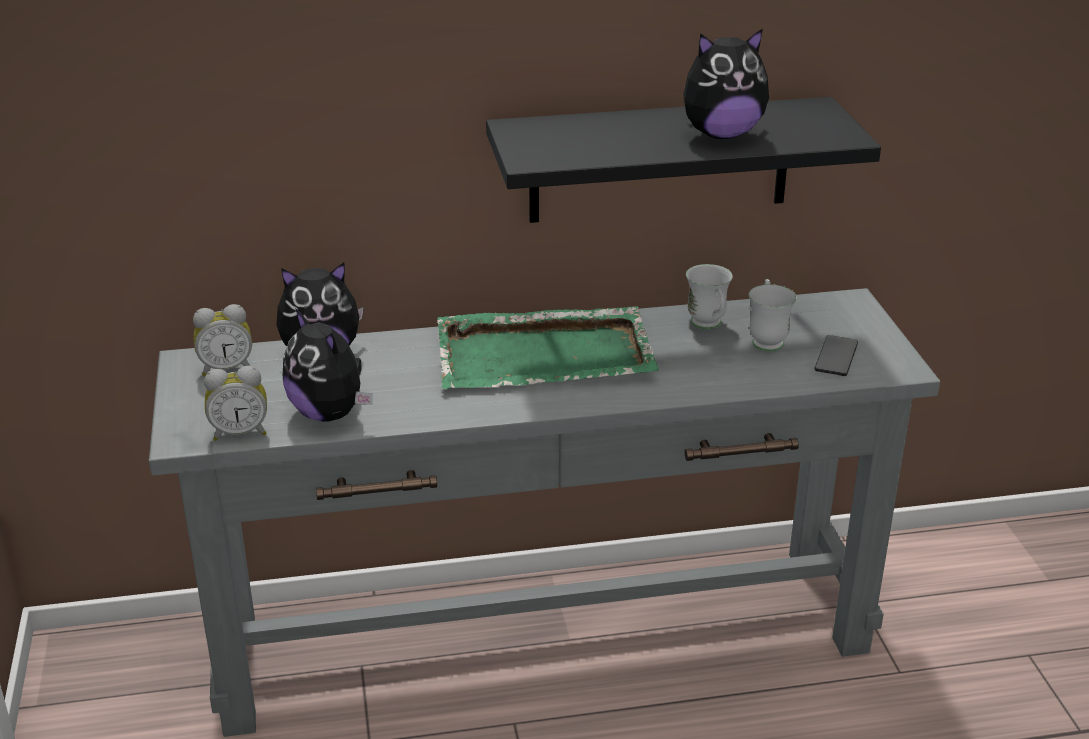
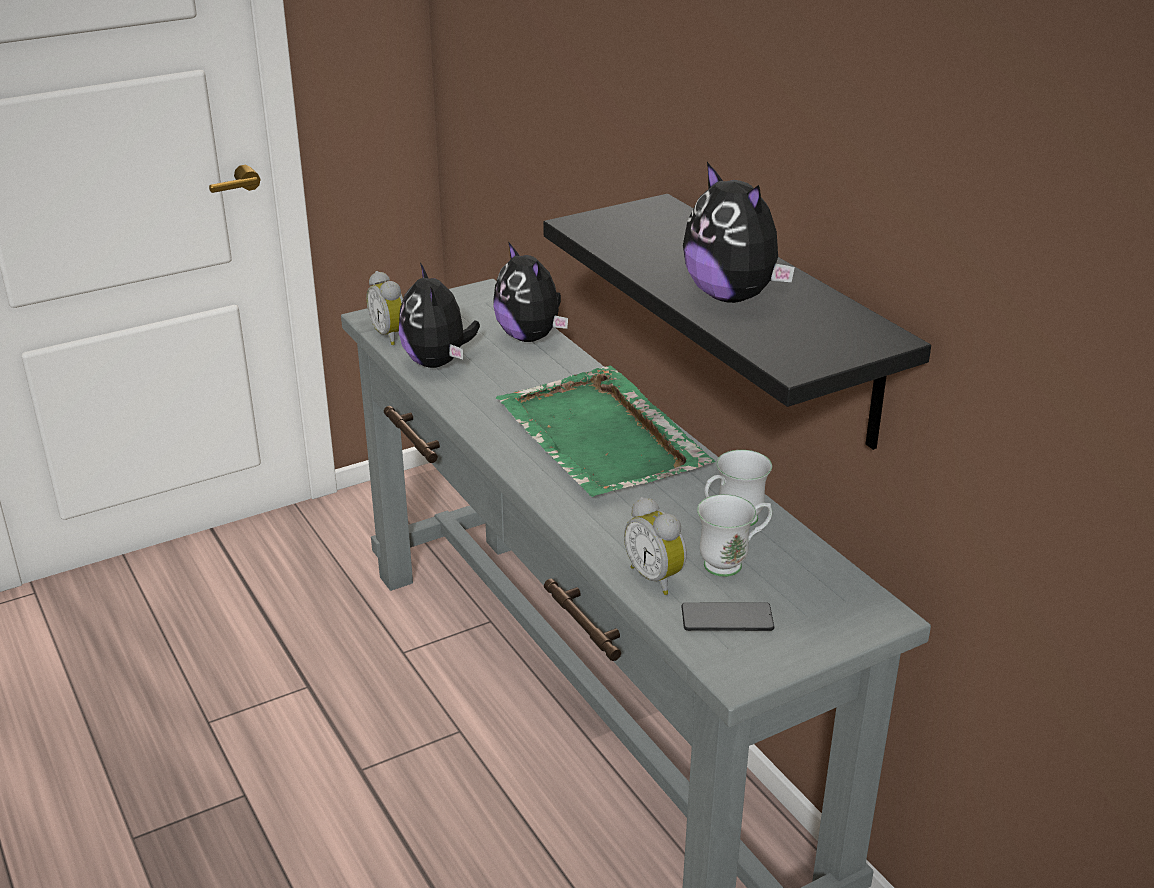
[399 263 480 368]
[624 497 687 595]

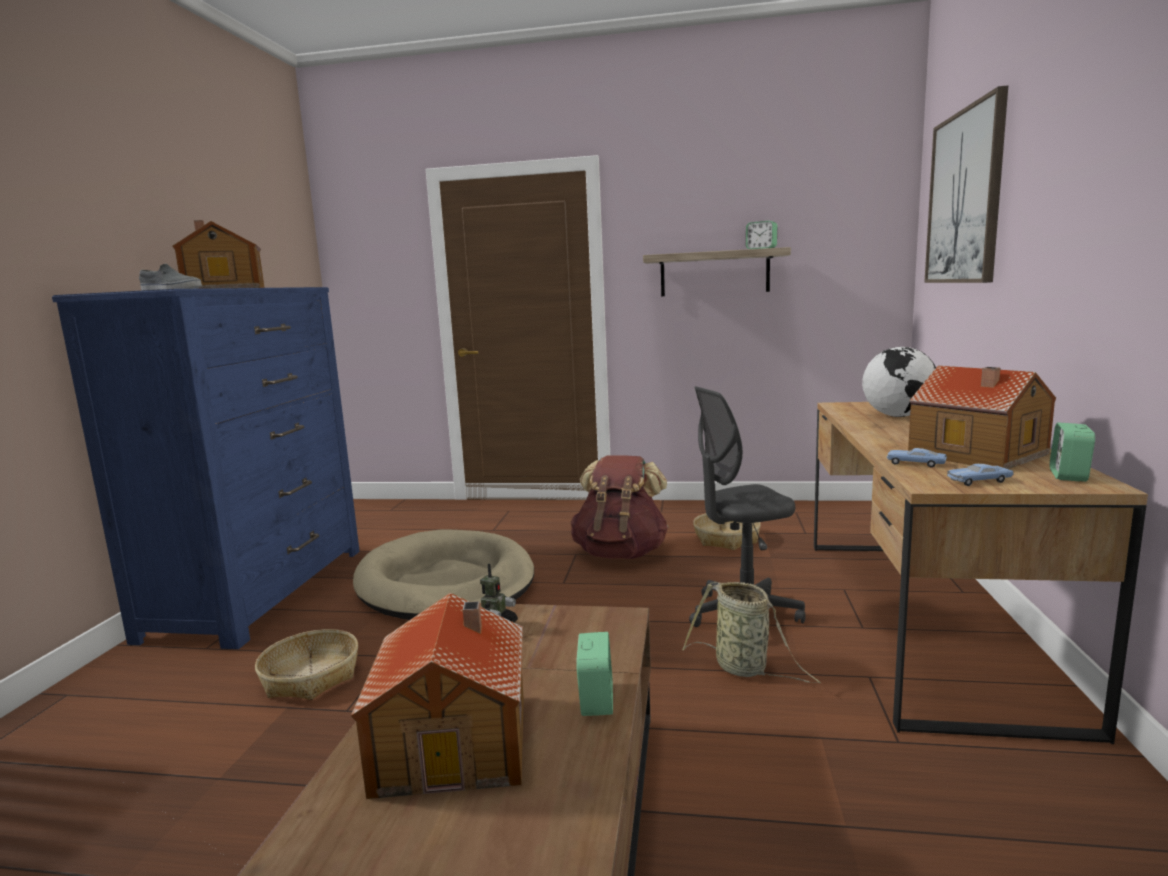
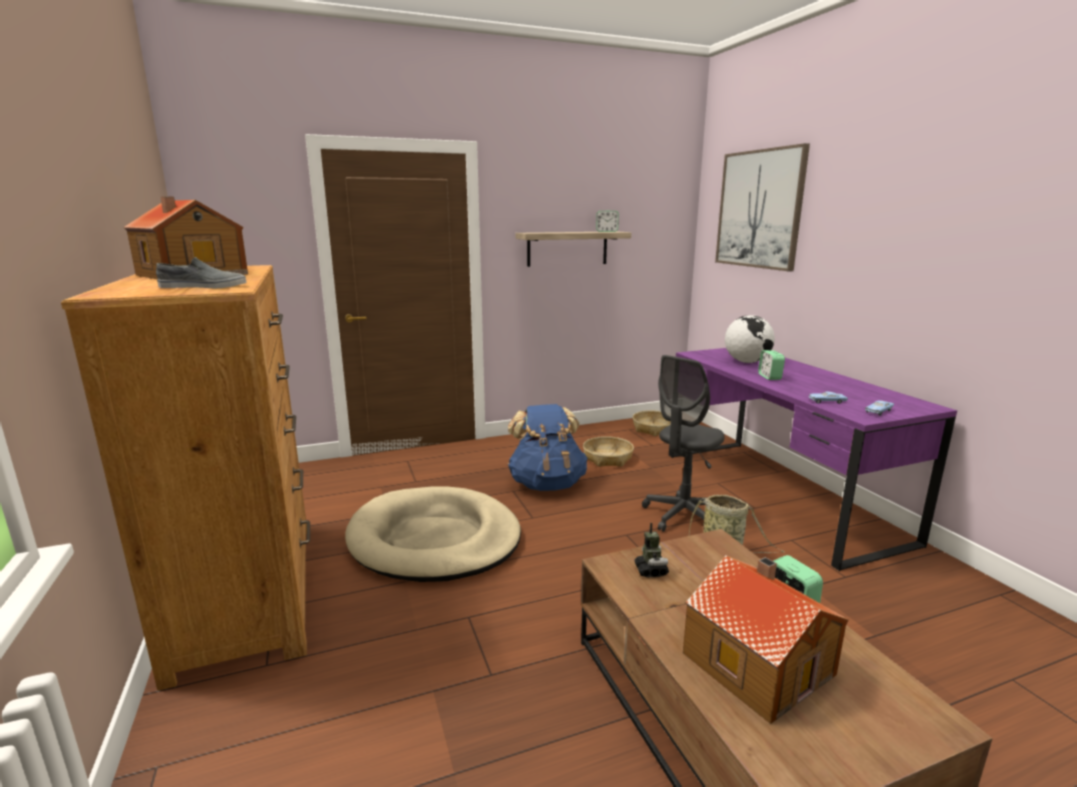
[61 265 310 691]
[507 404 587 491]
[632 410 671 436]
[669 348 957 571]
[758 350 785 380]
[908 366 1056 469] (first image)

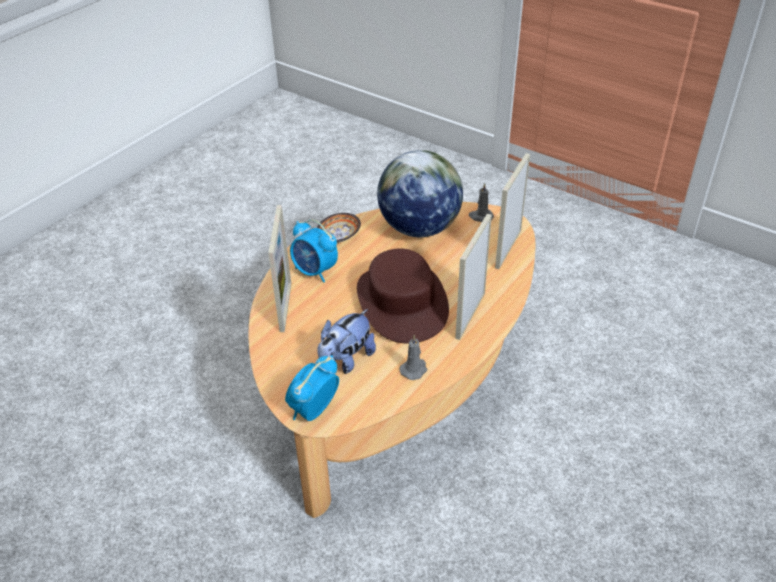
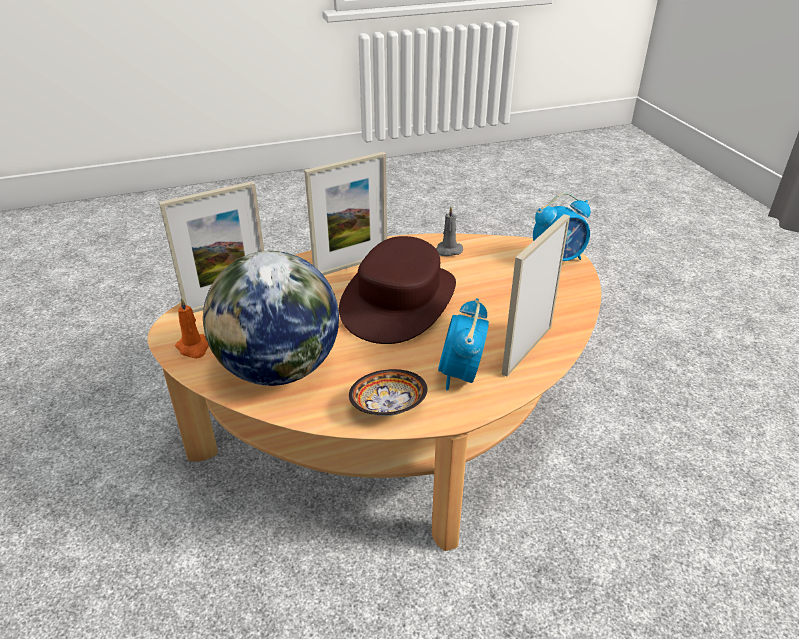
[175 297 209 359]
[438 298 489 390]
[317 309 376 374] (first image)

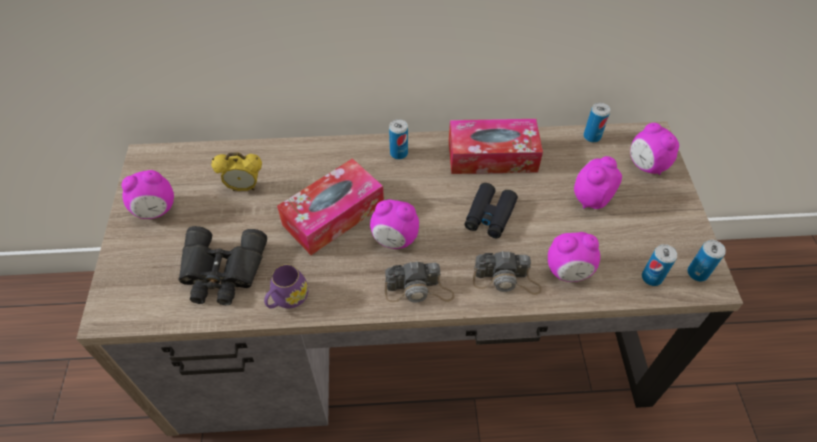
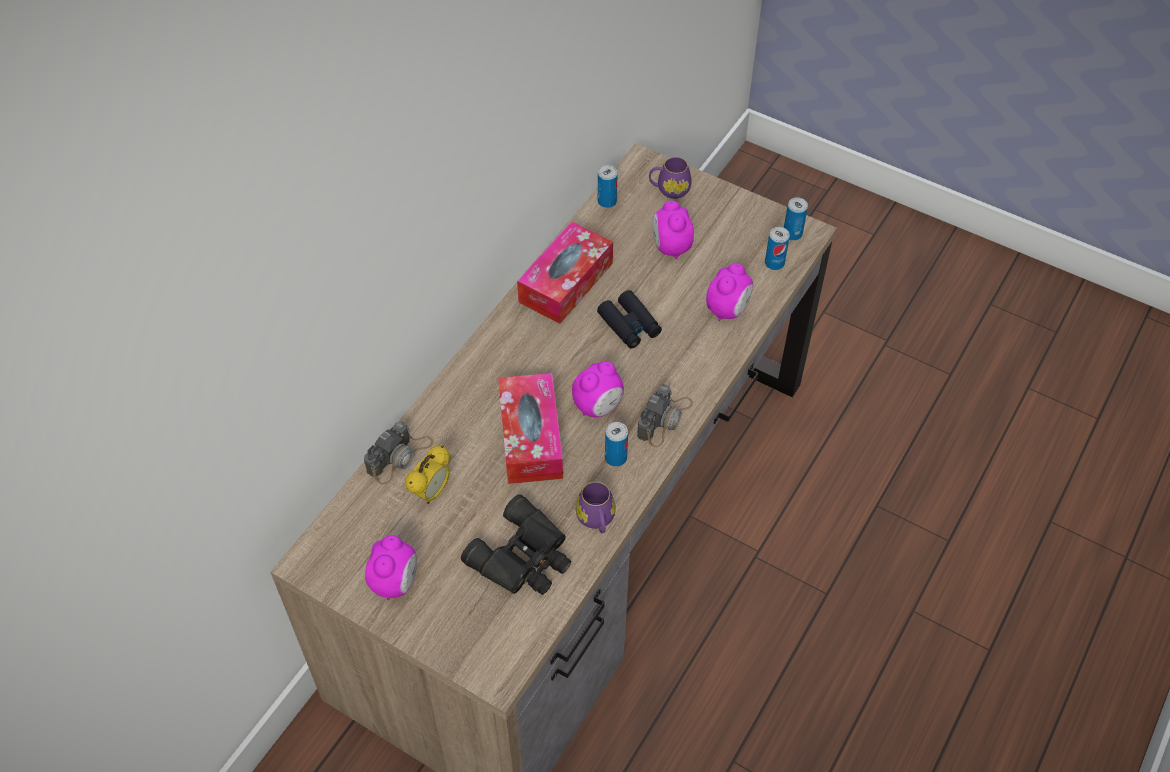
[364 421 434 485]
[605 422 628 467]
[649 157 692 199]

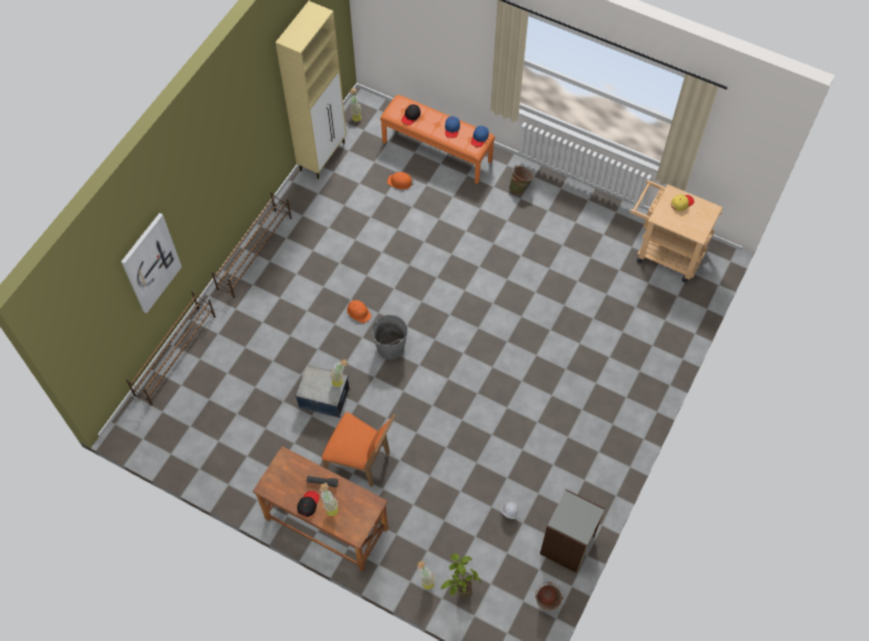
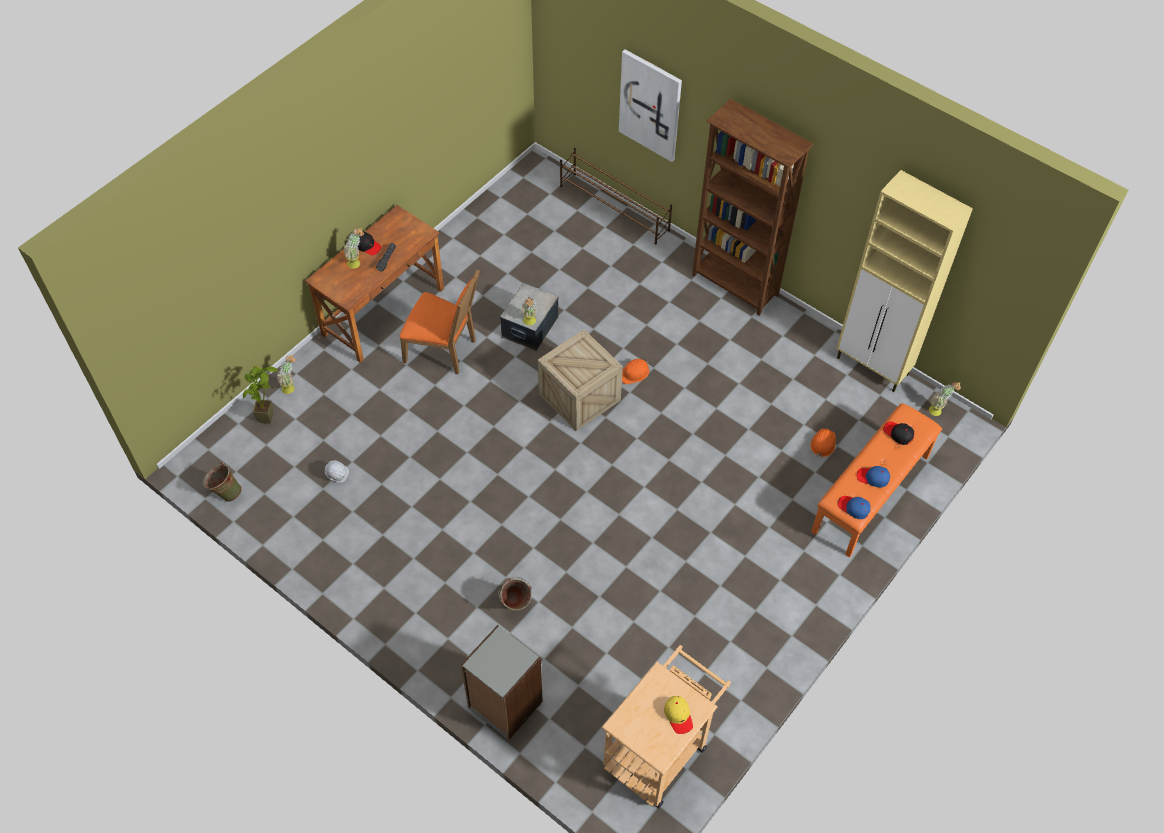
[400 269 480 374]
[461 625 543 741]
[498 577 532 611]
[538 329 623 431]
[692 99 813 316]

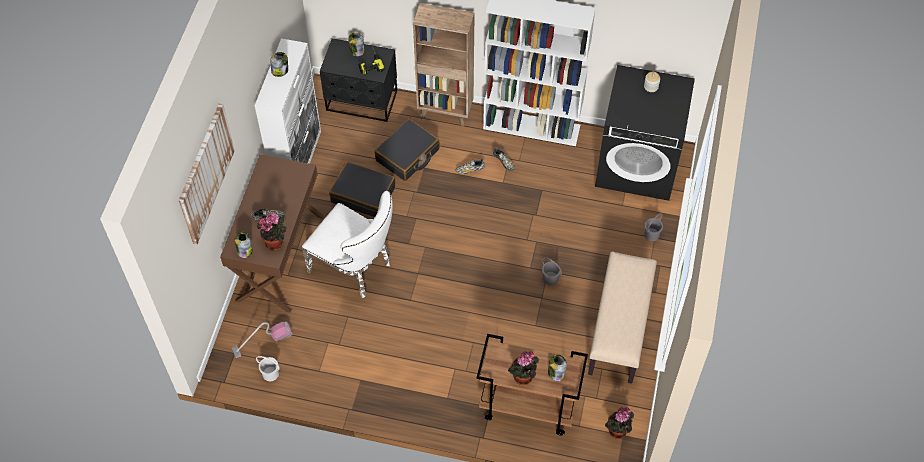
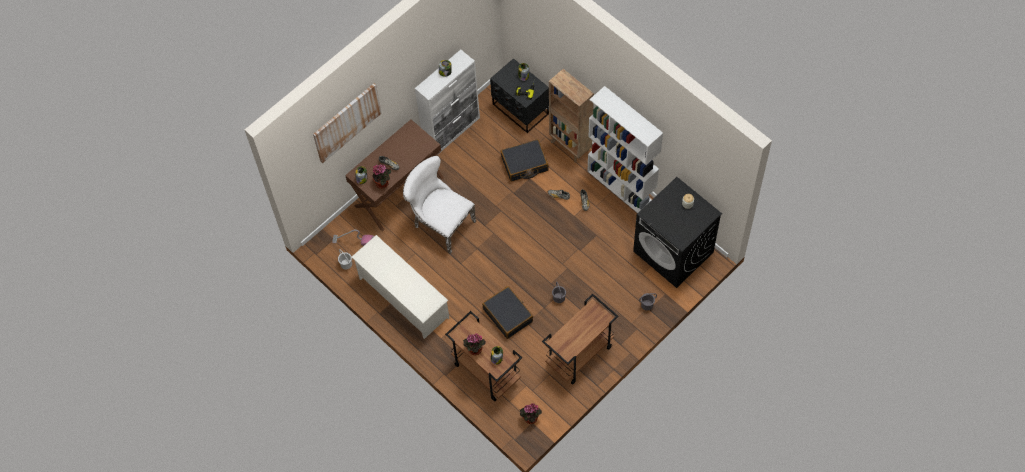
[351 235 449 339]
[403 156 476 254]
[482 286 533 339]
[542 294 618 385]

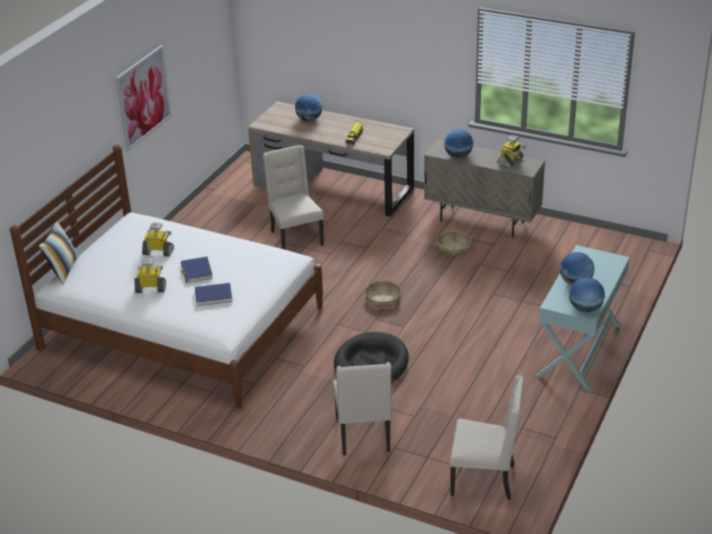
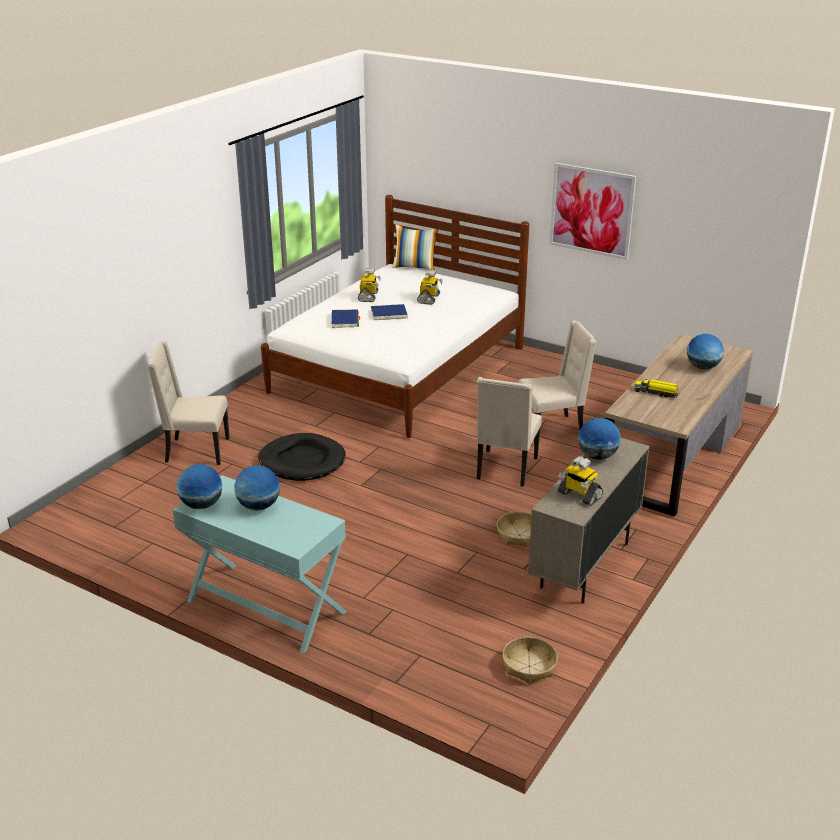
[477 377 542 487]
[502 637 558 684]

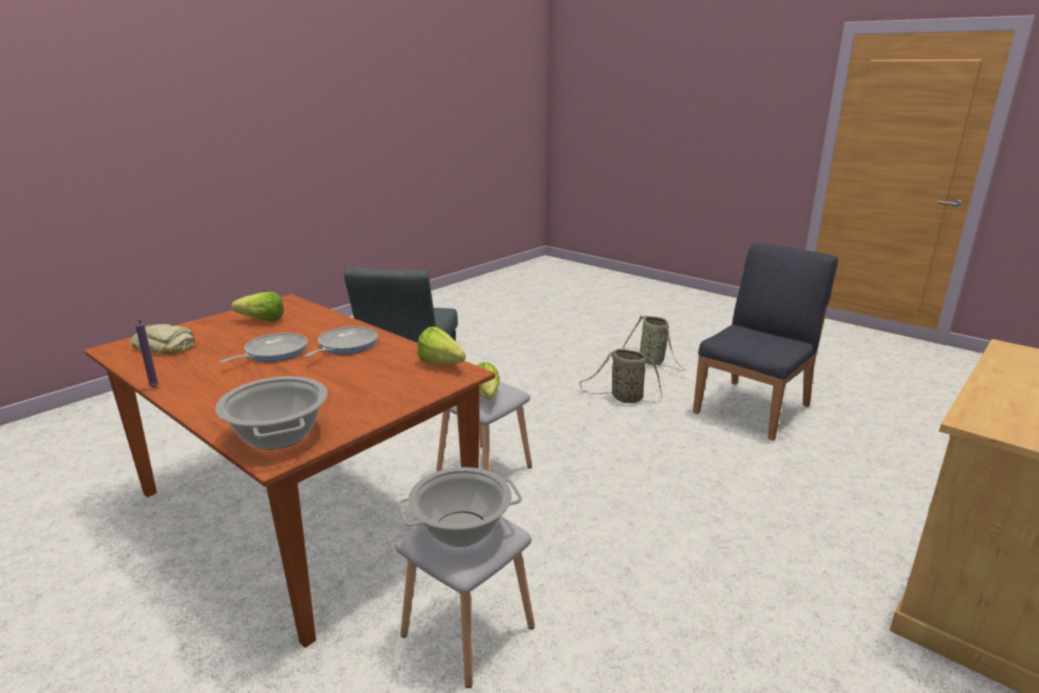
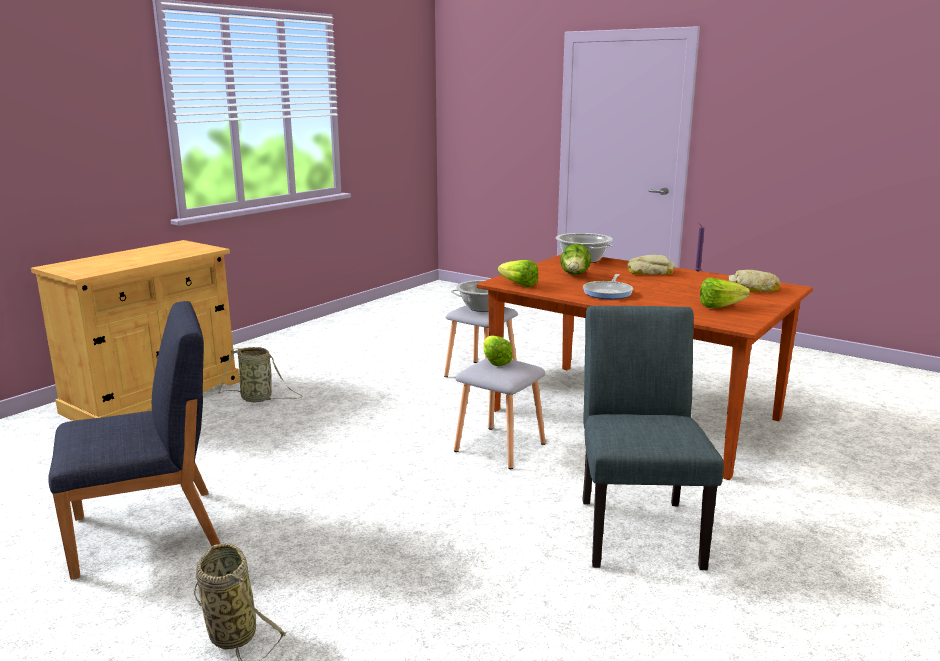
[48 301 220 580]
[218 347 303 402]
[560 243 591 275]
[627 255 675 275]
[220 333 307 363] (first image)

